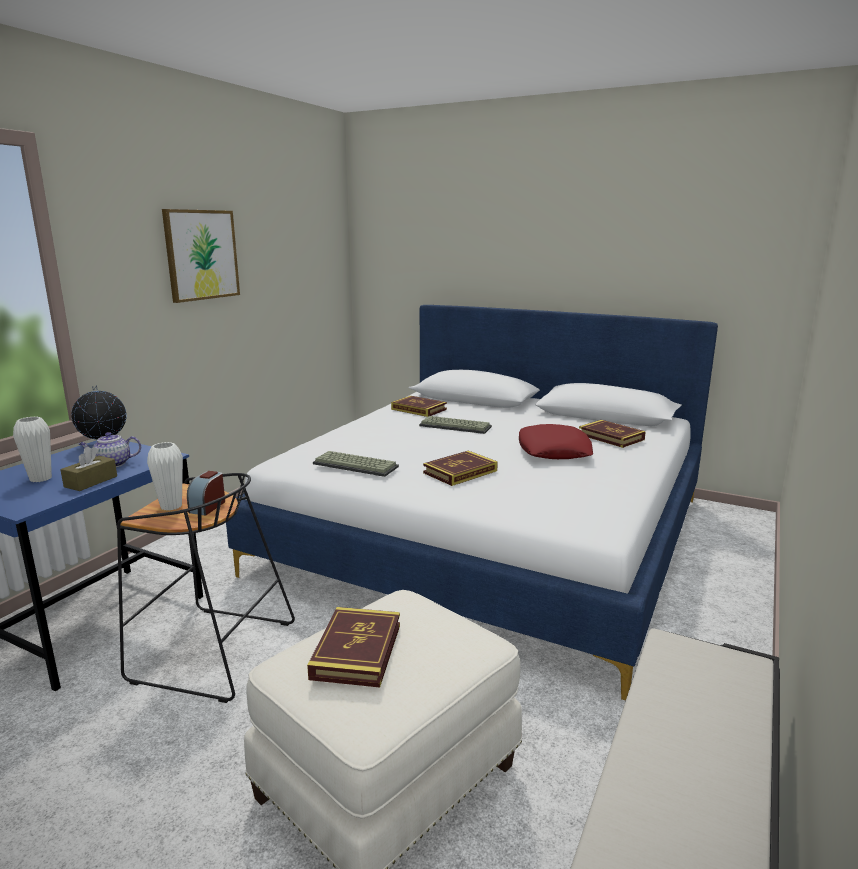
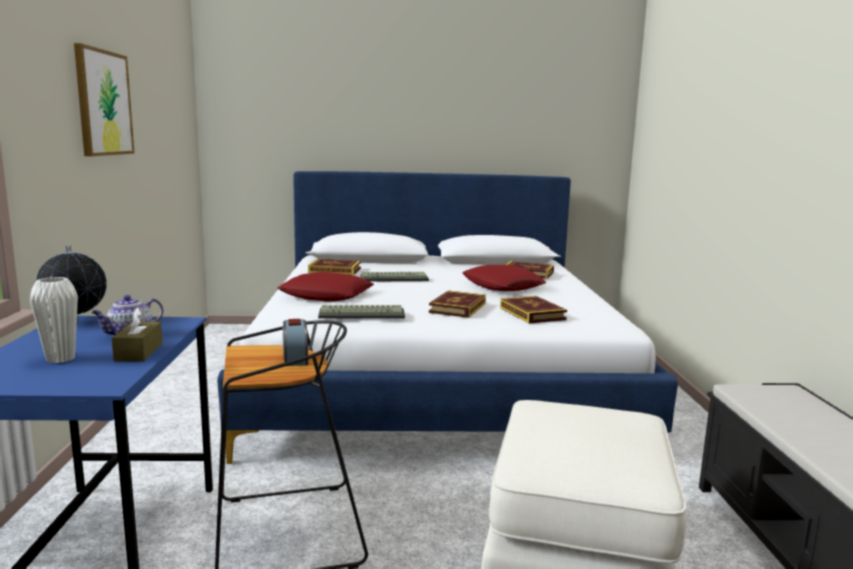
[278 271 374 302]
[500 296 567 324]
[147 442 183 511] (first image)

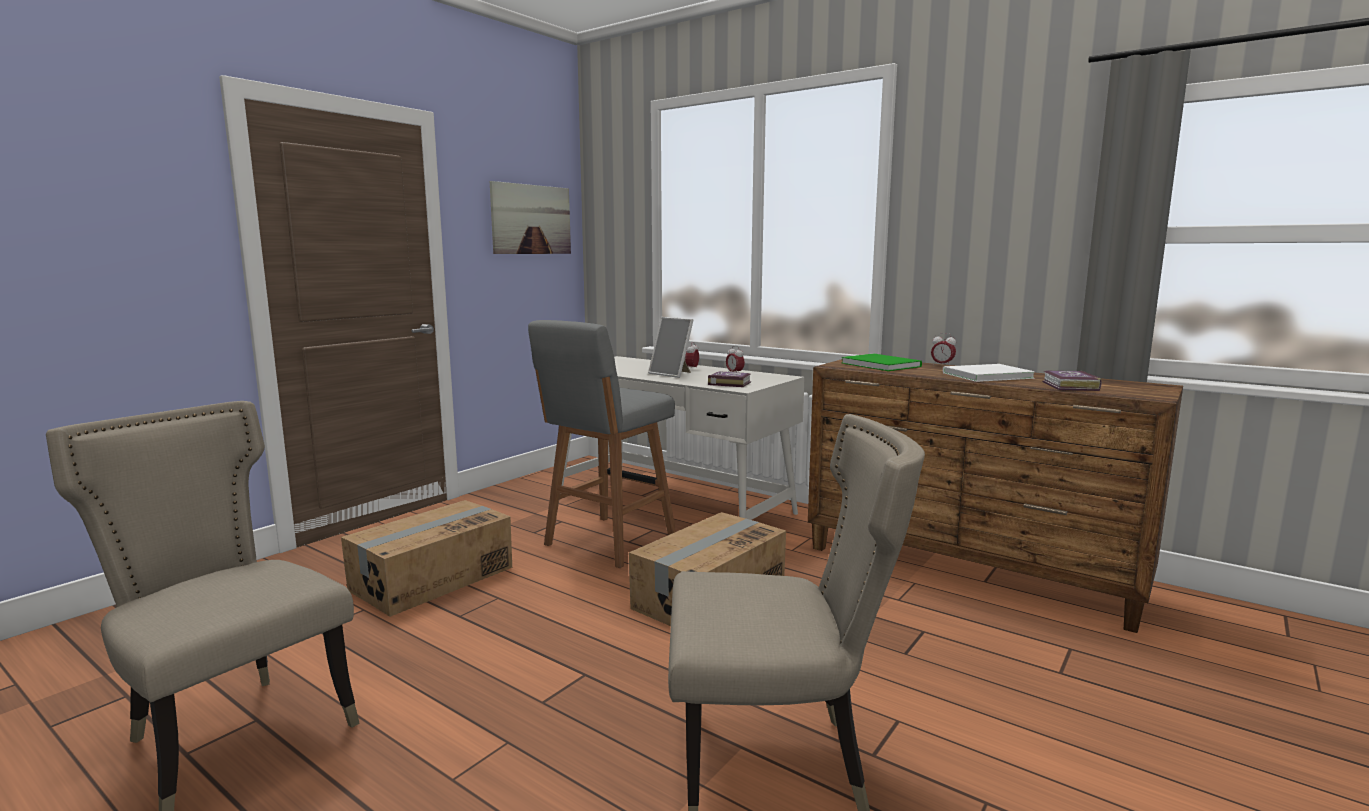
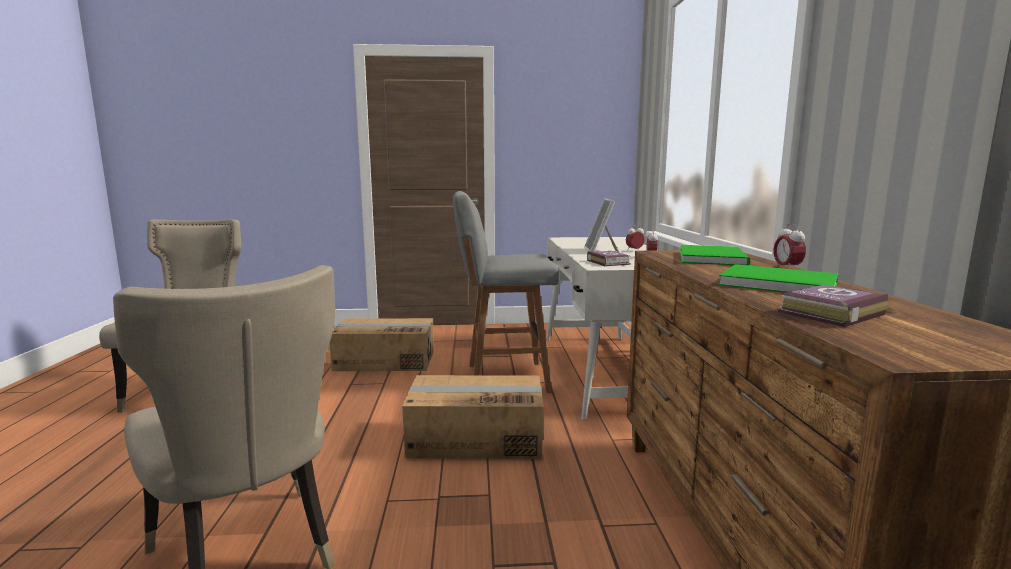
[718 264 839 293]
[490 181 571 254] (first image)

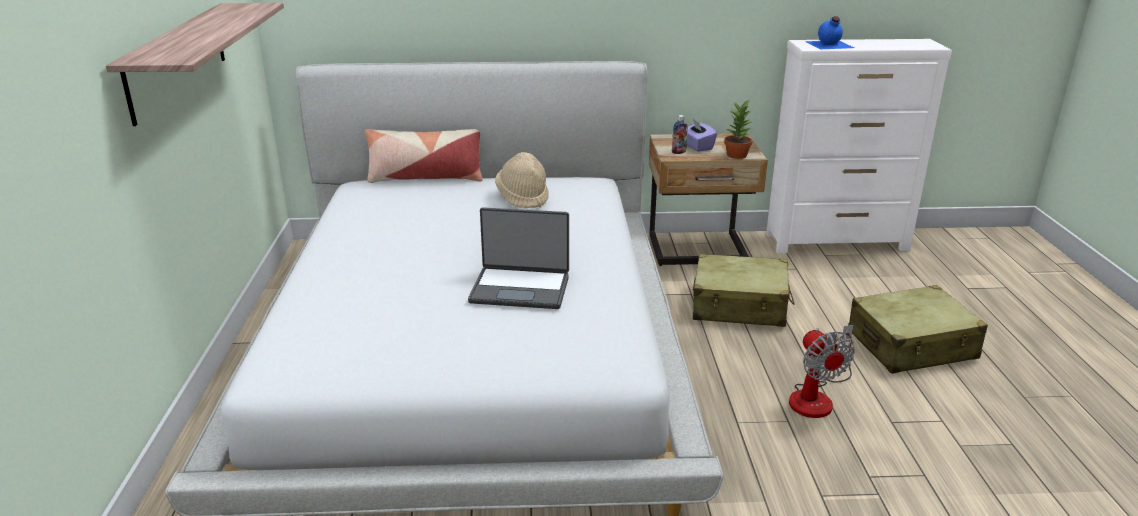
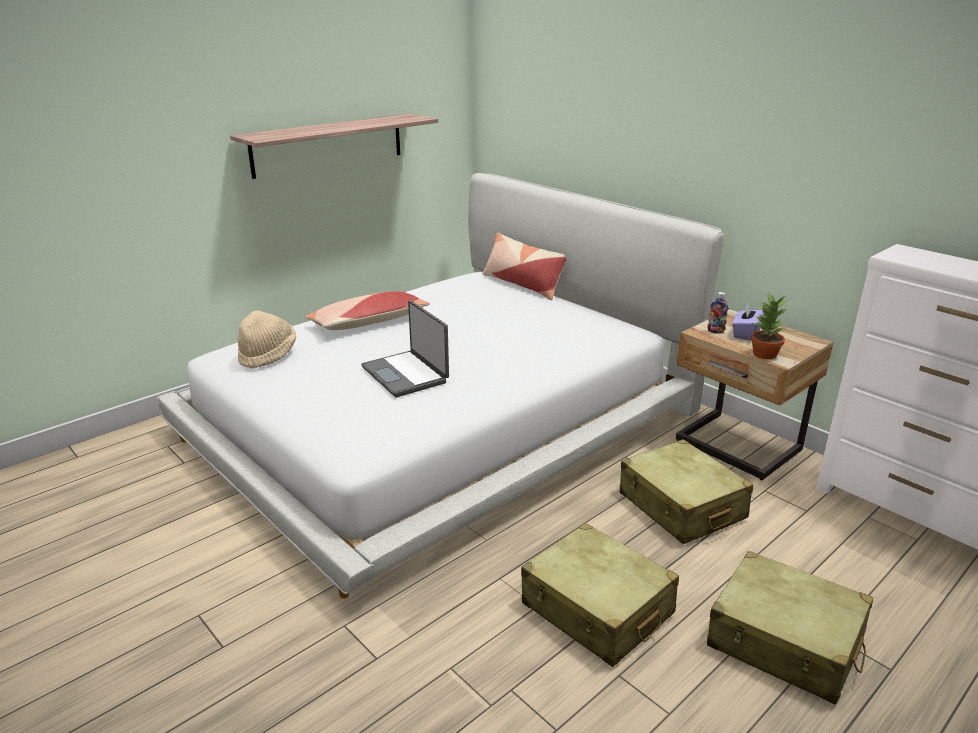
[238 310 296 369]
[305 291 430 330]
[521 523 679 667]
[805 16 854 50] (first image)

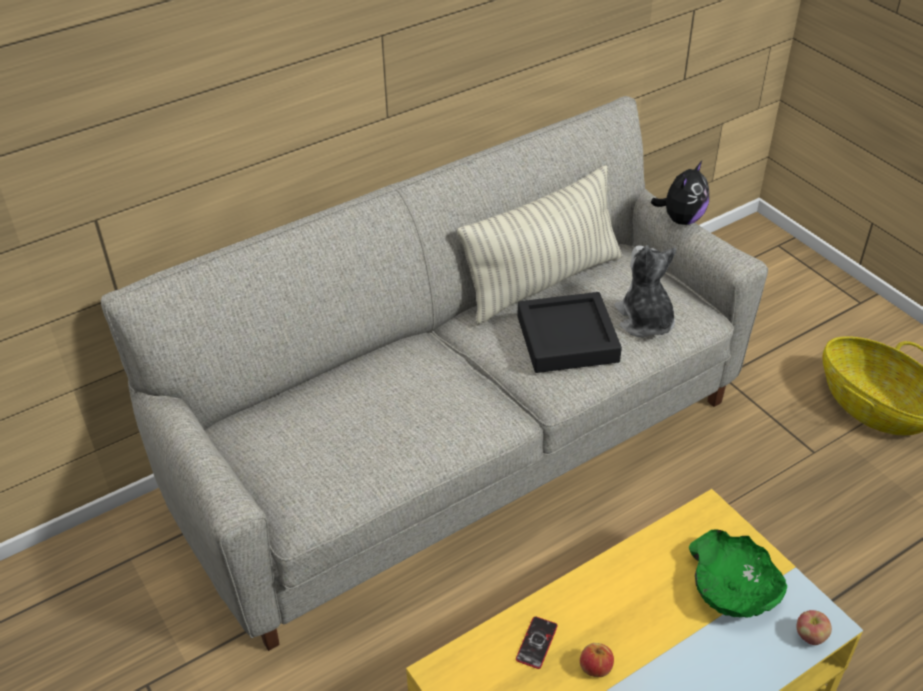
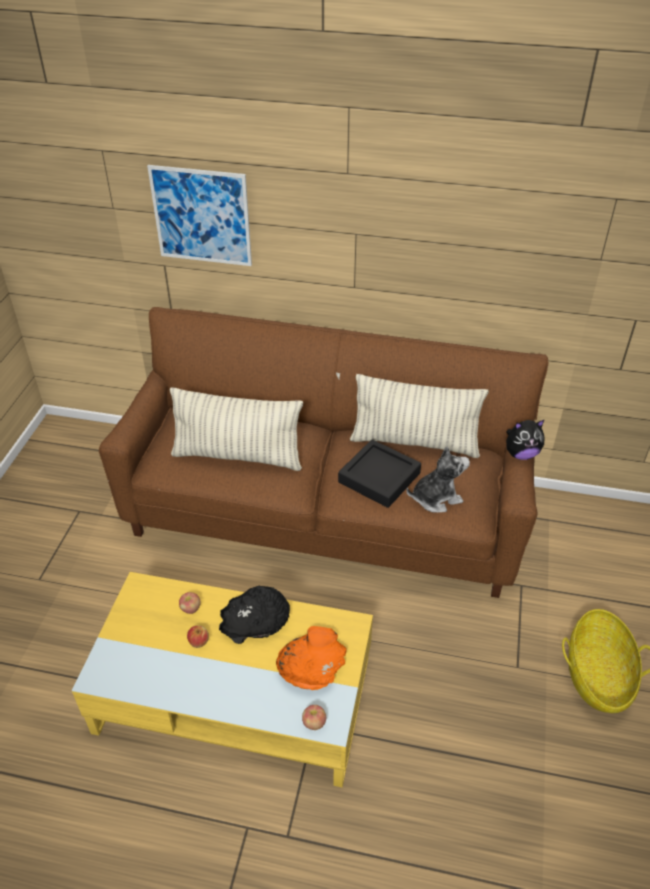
[99 307 548 598]
[147 165 252 266]
[170 387 303 471]
[179 592 201 614]
[219 586 290 644]
[276 626 347 690]
[406 446 470 513]

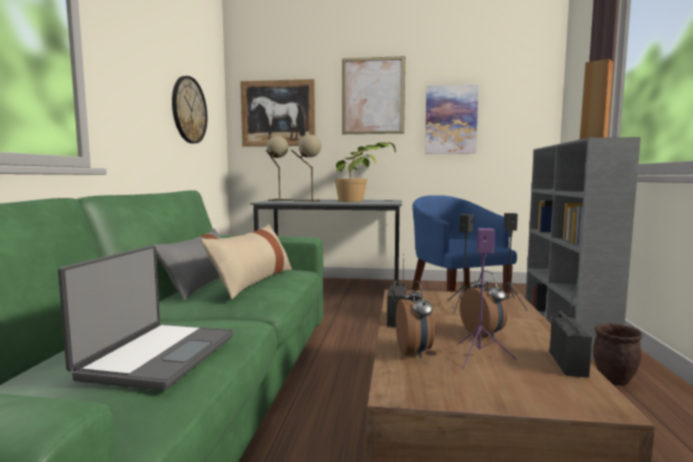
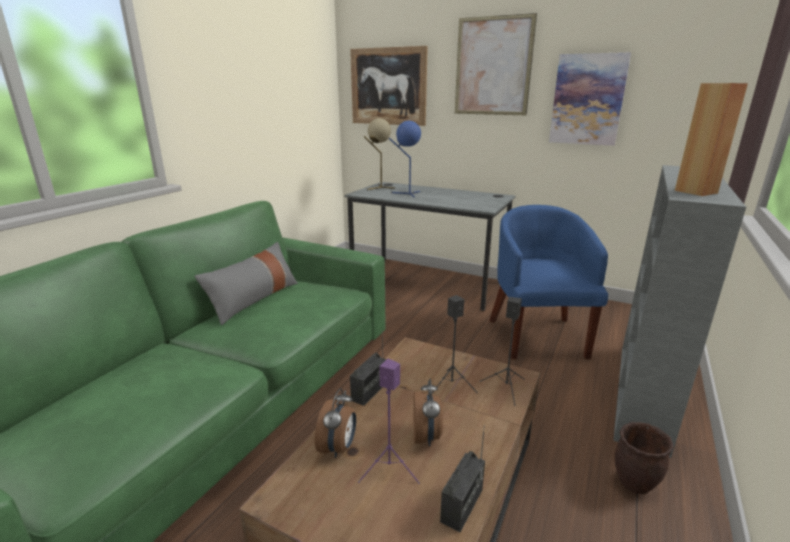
[388 121 421 198]
[58 245 234 391] (first image)
[172 76 207 144] (first image)
[201 224 292 299] (first image)
[335 142 396 202] (first image)

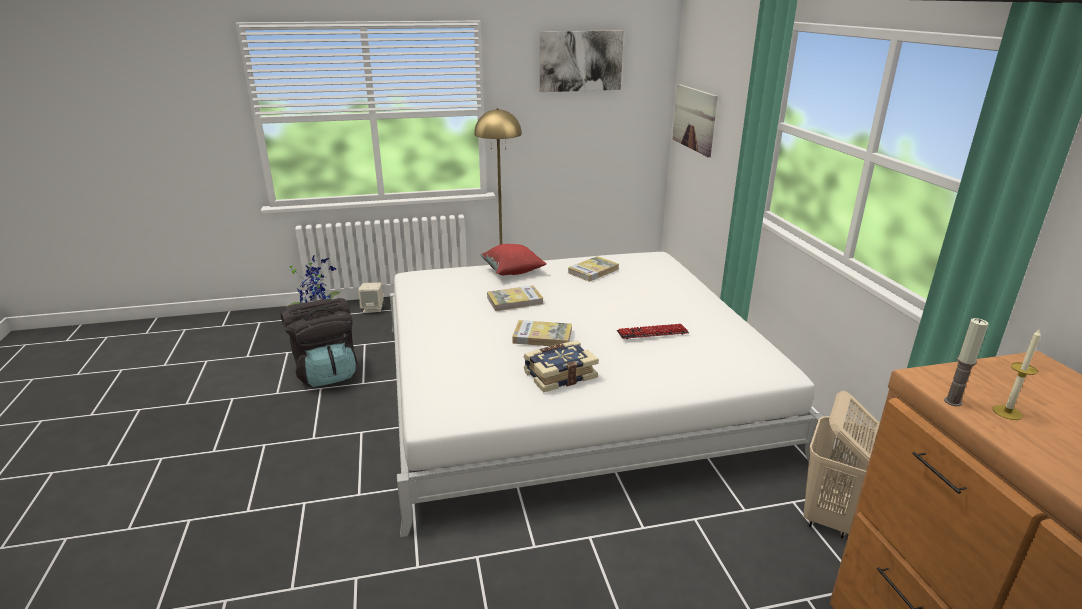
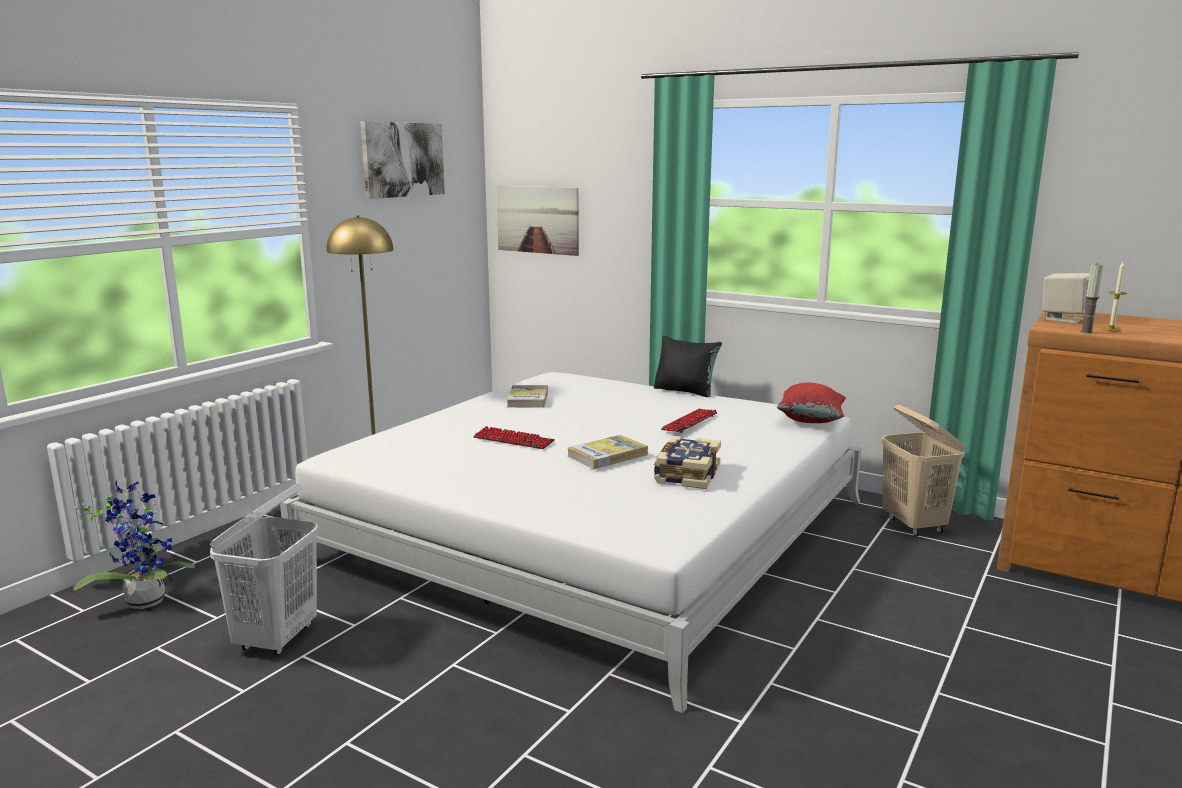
[209 483 318 655]
[473 426 555 449]
[654 336 722 397]
[777 383 846 423]
[1042 273 1090 324]

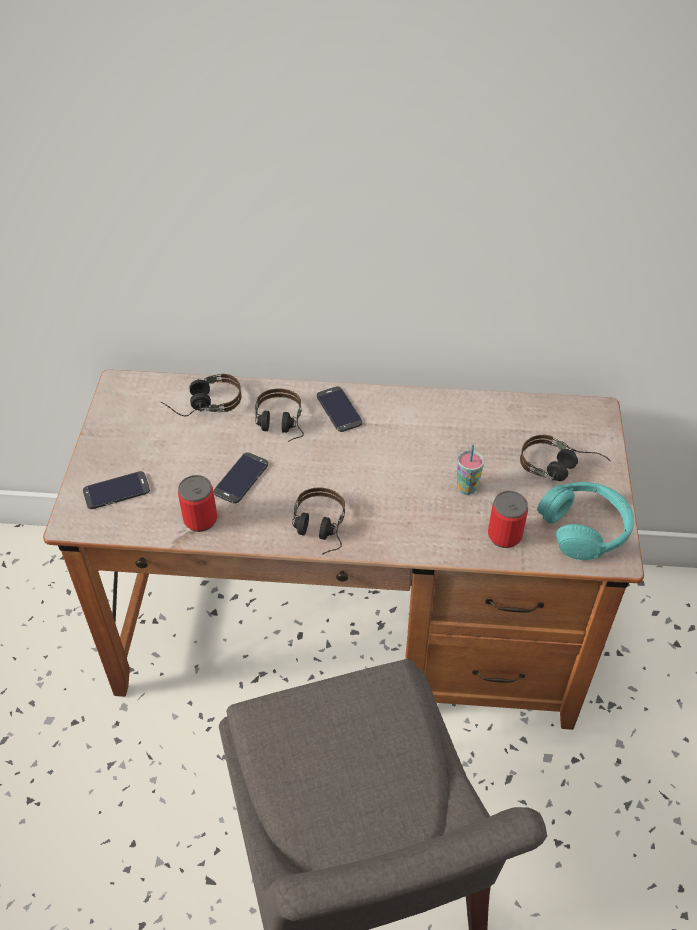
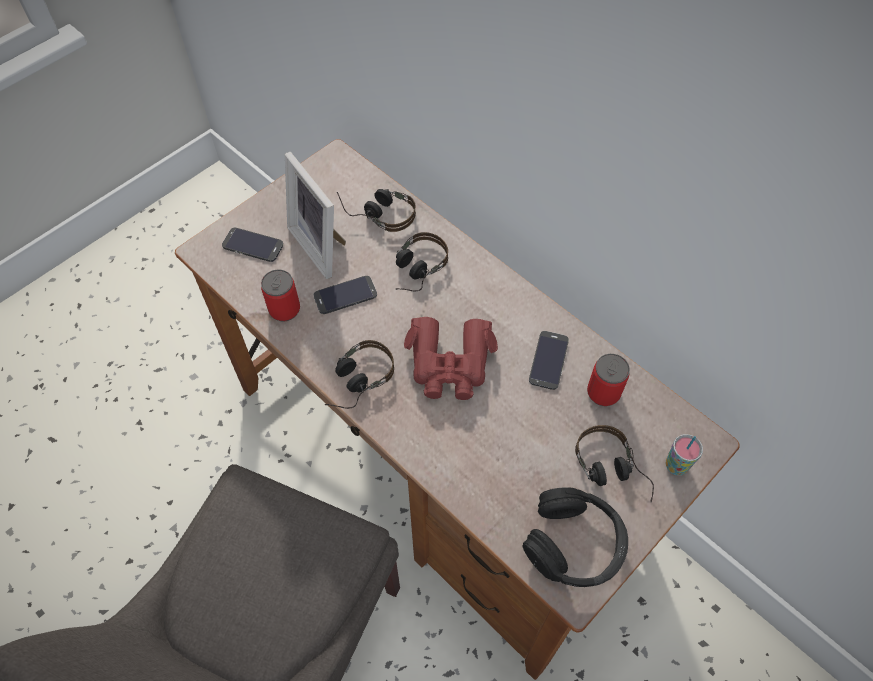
[285 152 346 279]
[404 317 498 400]
[523 487 628 587]
[529 331 569 390]
[587 354 630 406]
[666 434 703 475]

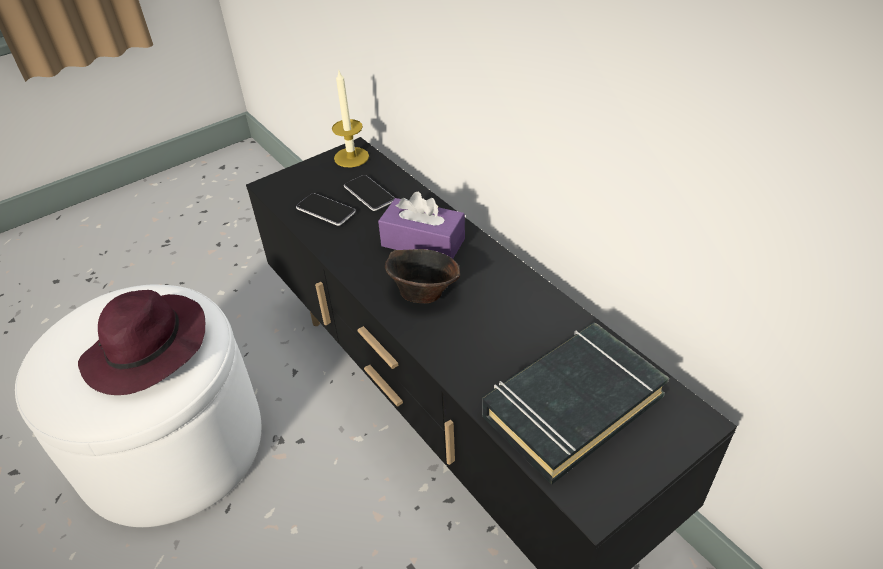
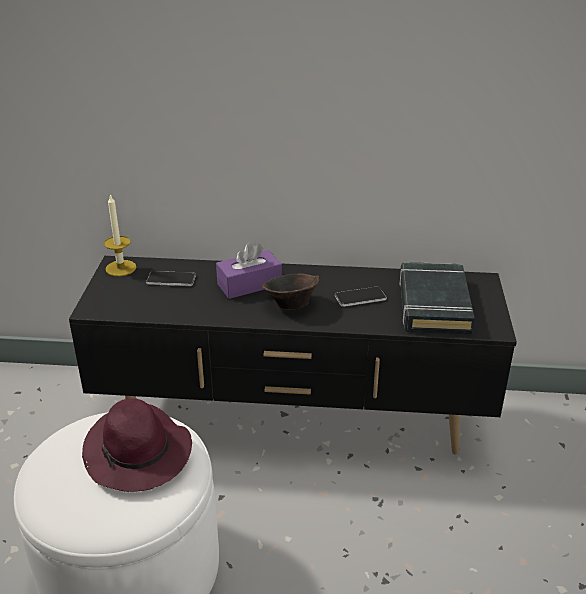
[335 287 387 307]

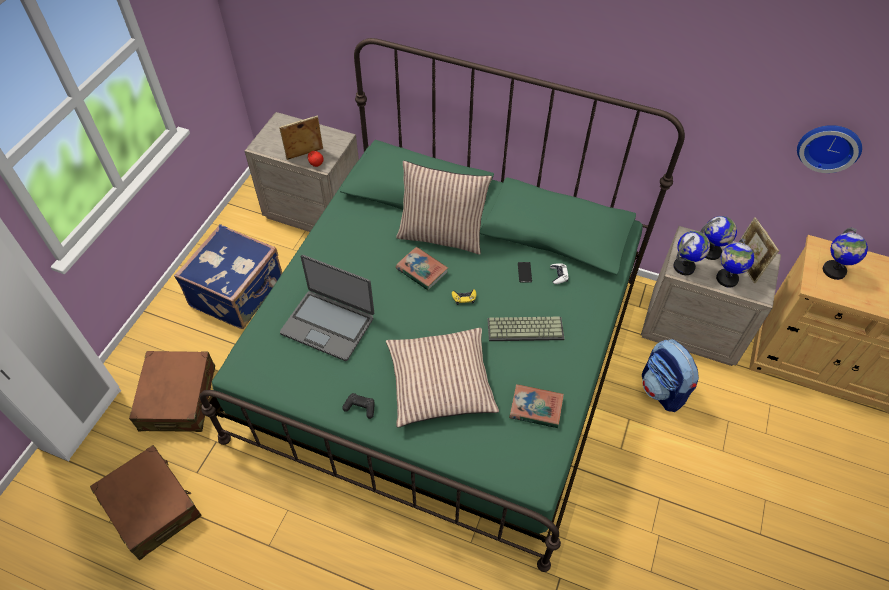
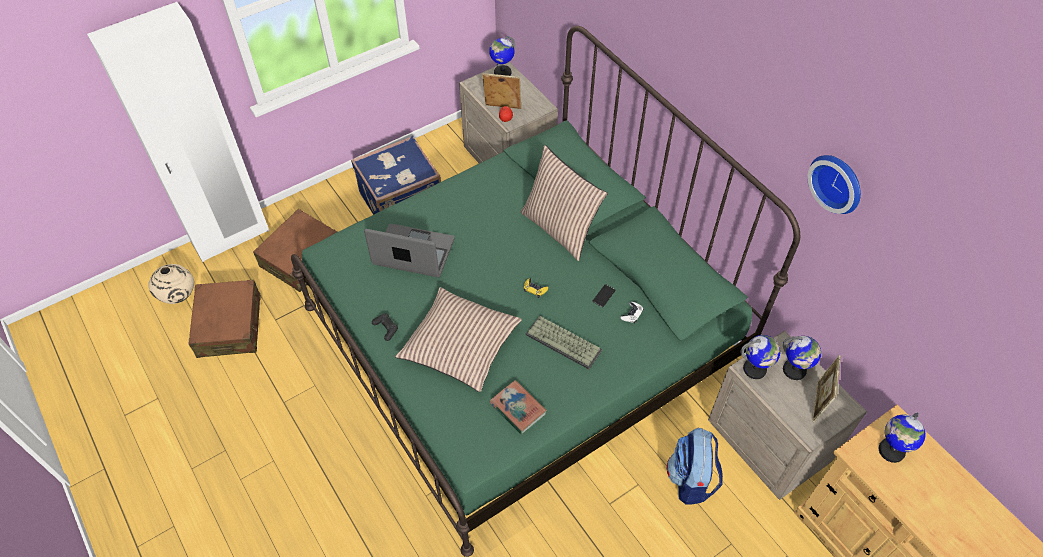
[149 264 194 304]
[364 224 454 277]
[489 36 515 76]
[807 155 861 214]
[396 247 448 290] (first image)

